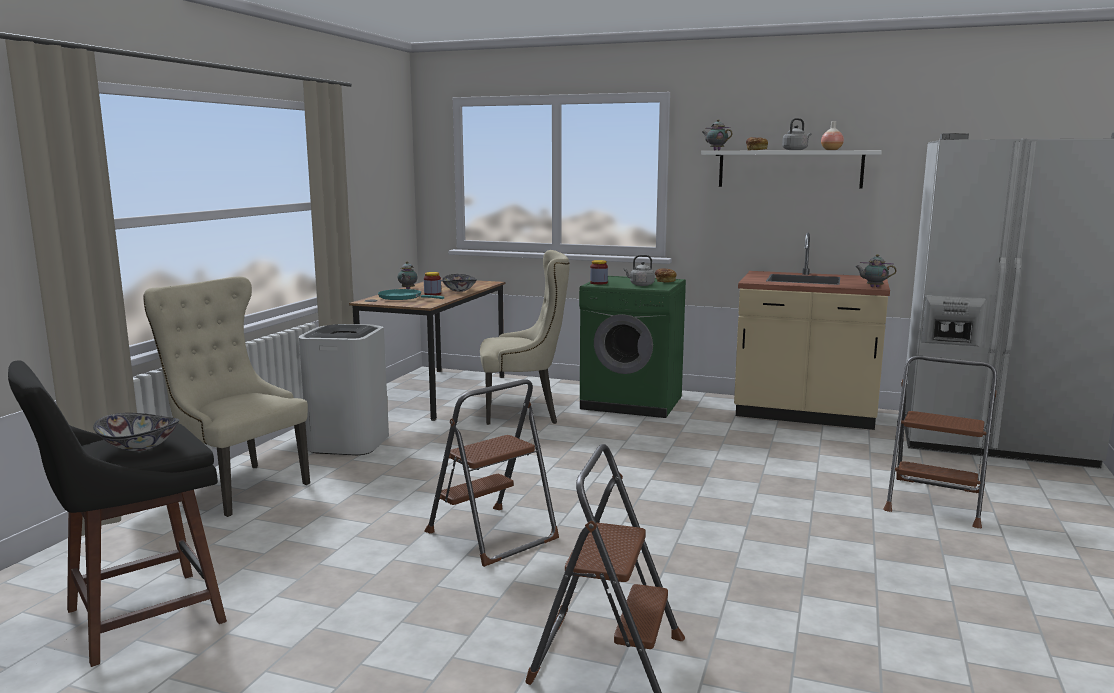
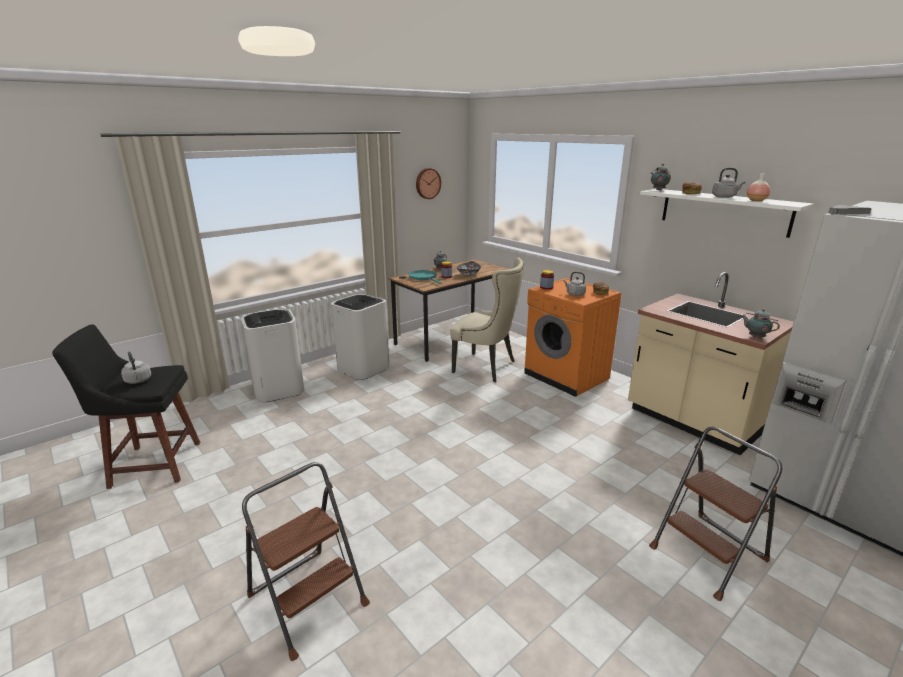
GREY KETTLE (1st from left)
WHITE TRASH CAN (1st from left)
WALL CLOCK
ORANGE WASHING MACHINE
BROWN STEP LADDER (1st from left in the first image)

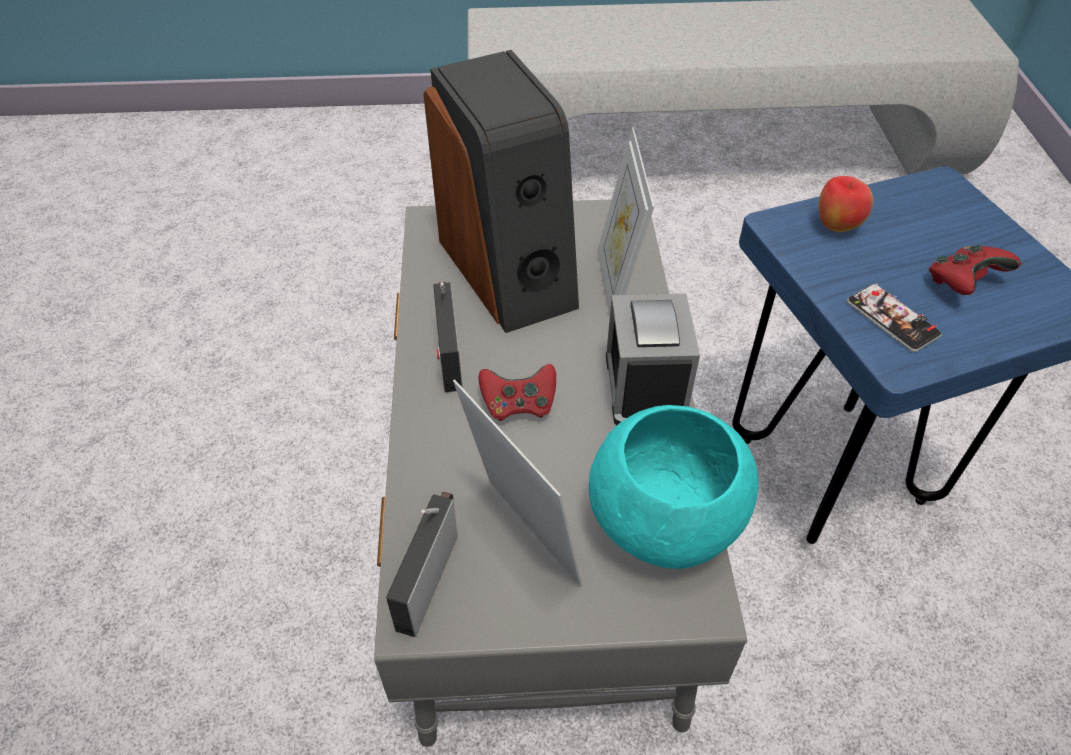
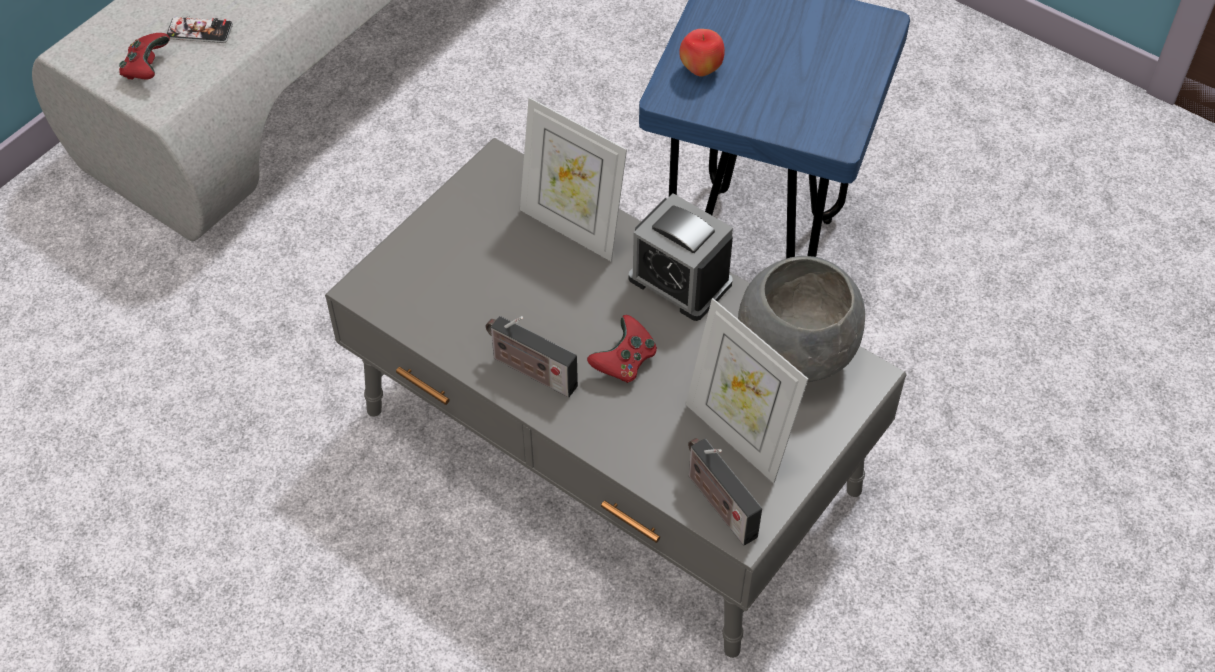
RED GAME CONTROLLER (1st from left)
PHONE
PICTURE FRAME (2nd from left)
GREY BOWL
SPEAKER

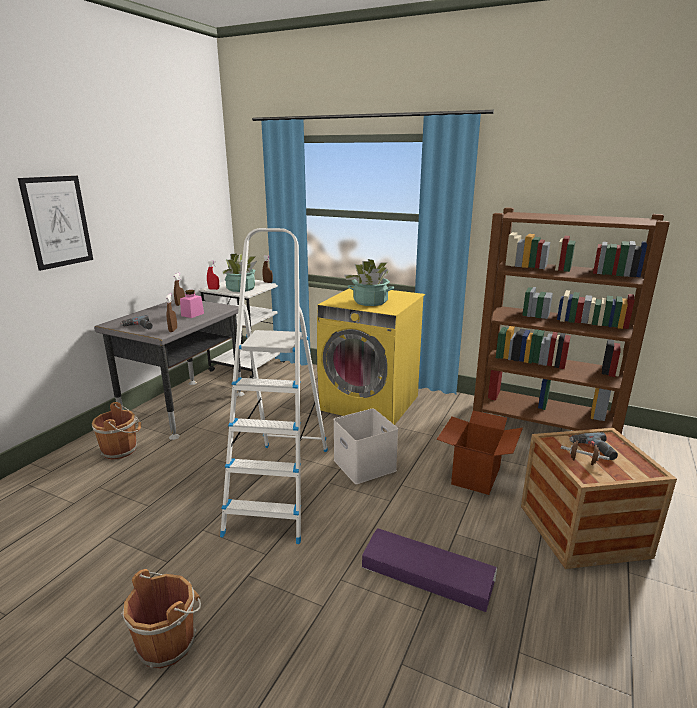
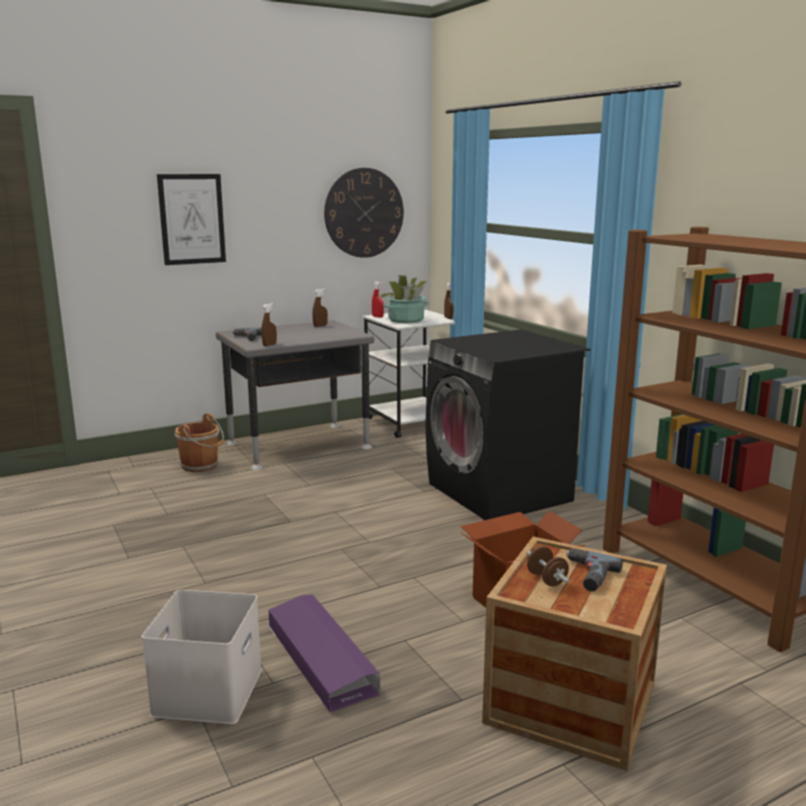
WHITE STORAGE BOX
WALL CLOCK
BLACK WASHING MACHINE
BROWN BUCKET (2nd from left in the first image)
PINK JAR
WHITE STEP LADDER
POTTED PLANT (2nd from left in the first image)

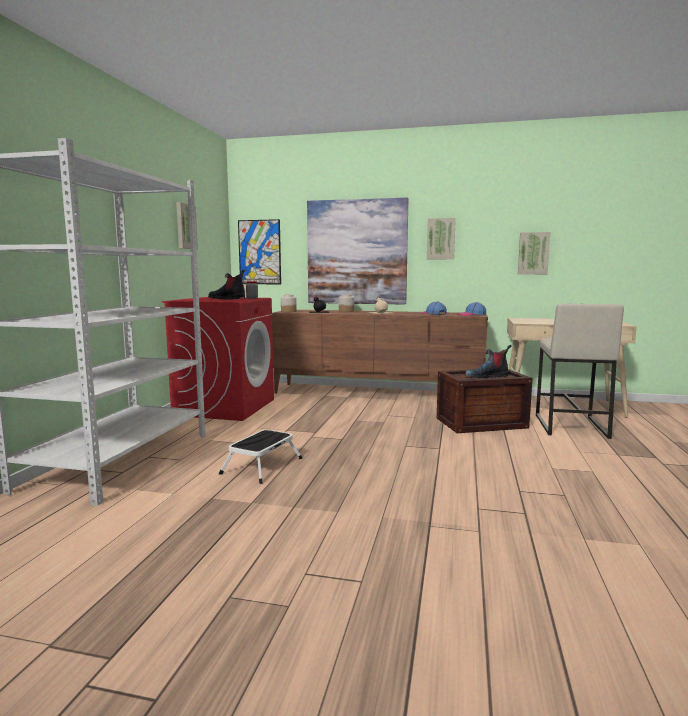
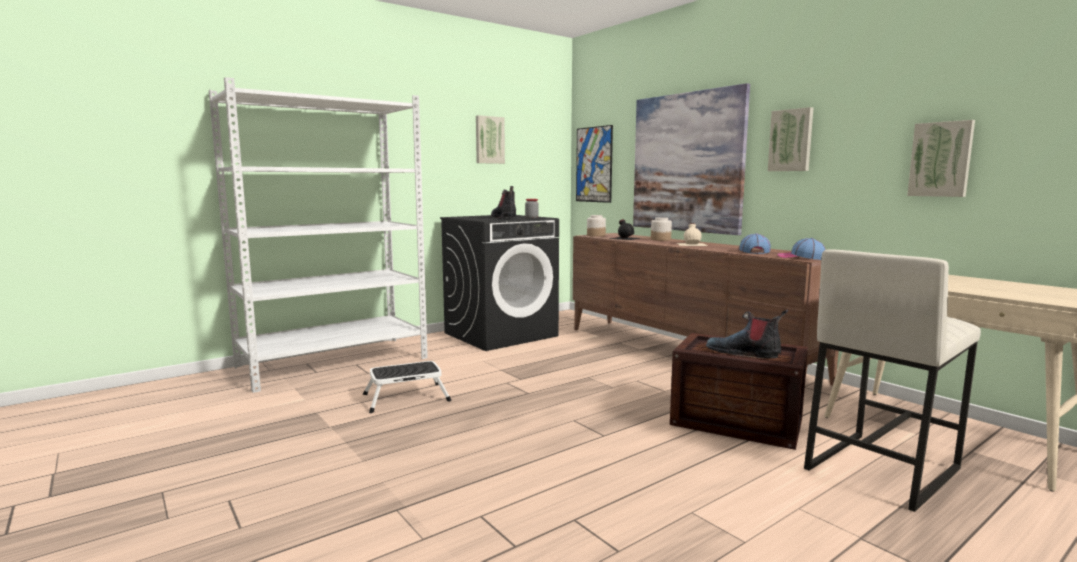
BLACK WASHING MACHINE

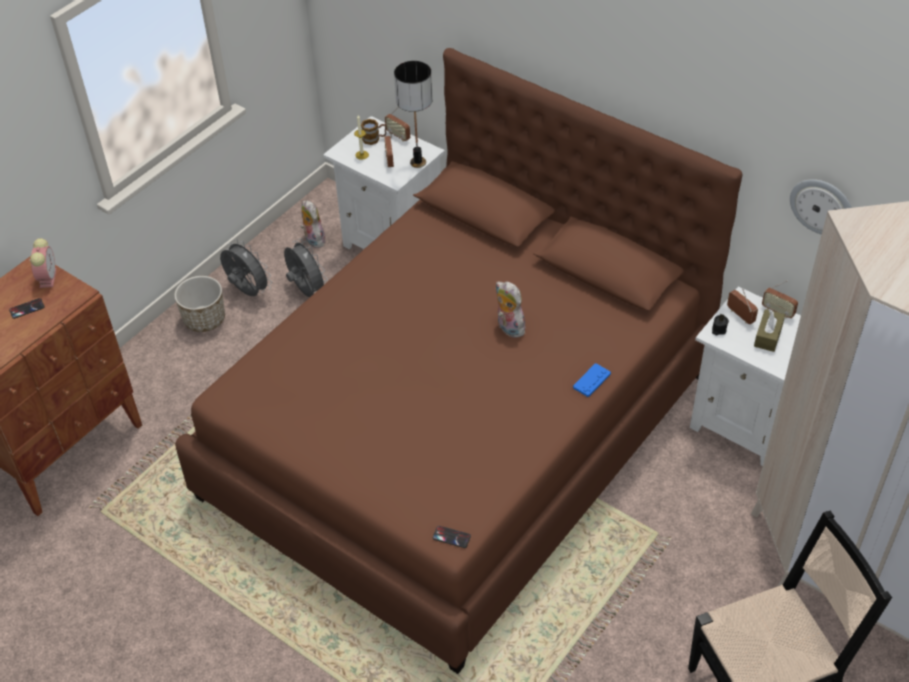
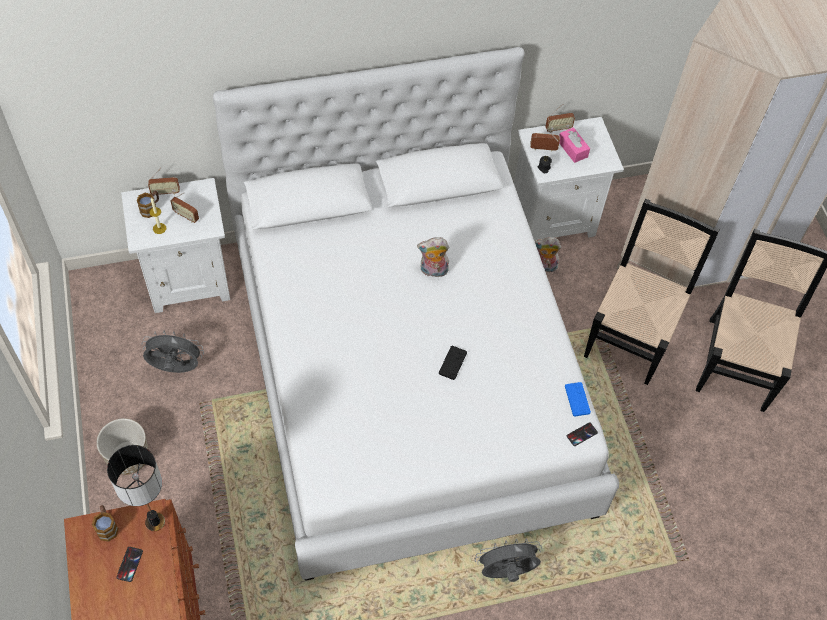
MUG (1st from left)
TABLE LAMP
WHITE BED
BLACK GAME CONTROLLER
GREY FAN (2nd from left)
PLUSH TOY (2nd from left)
PINK TISSUE BOX
BLUE GAME CONTROLLER
CHAIR (1st from left)
WALL CLOCK

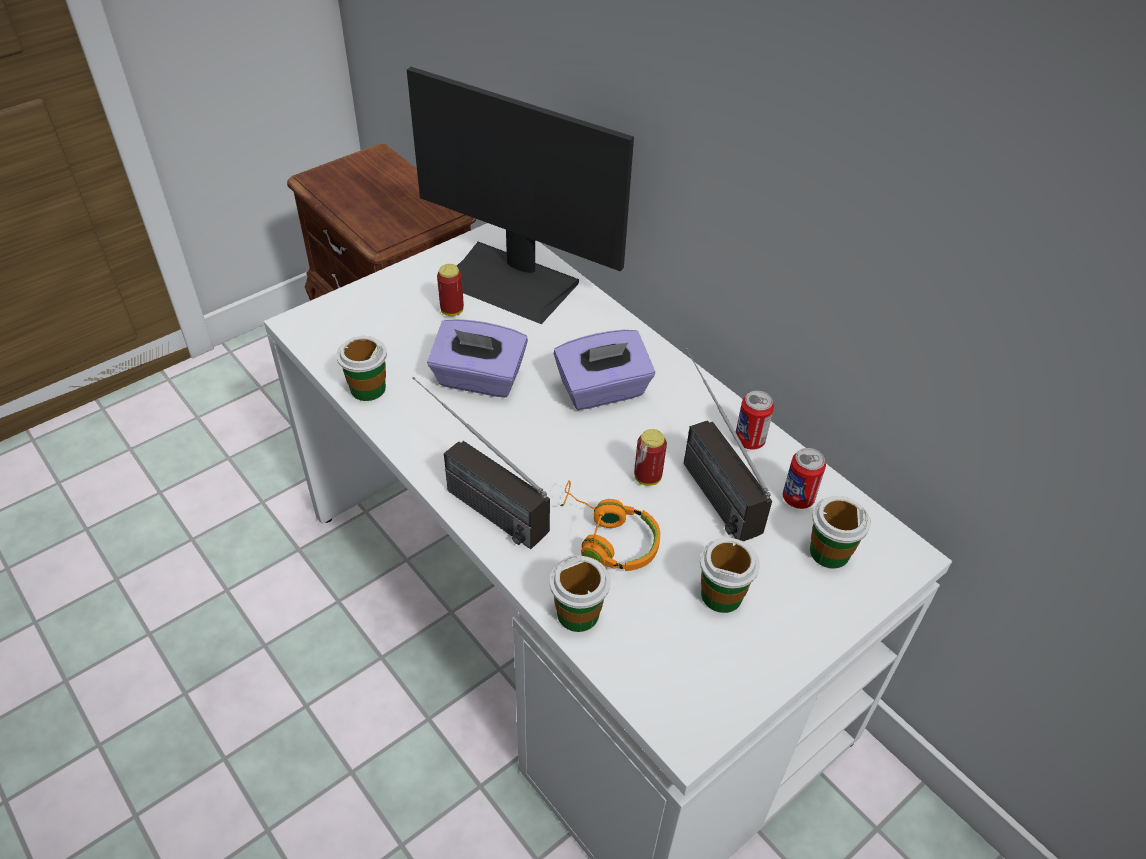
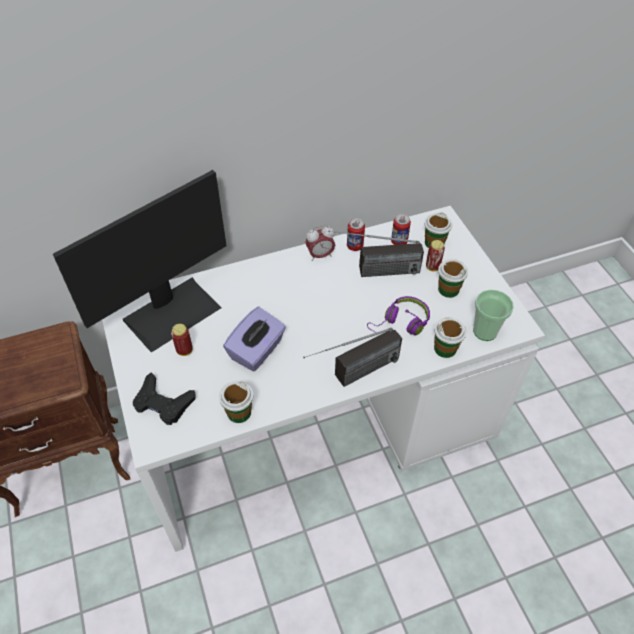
BLACK GAME CONTROLLER
ALARM CLOCK
PURPLE HEADPHONES
CAN (4th from left)
CUP (5th from left)
PURPLE TISSUE BOX (2nd from left in the first image)

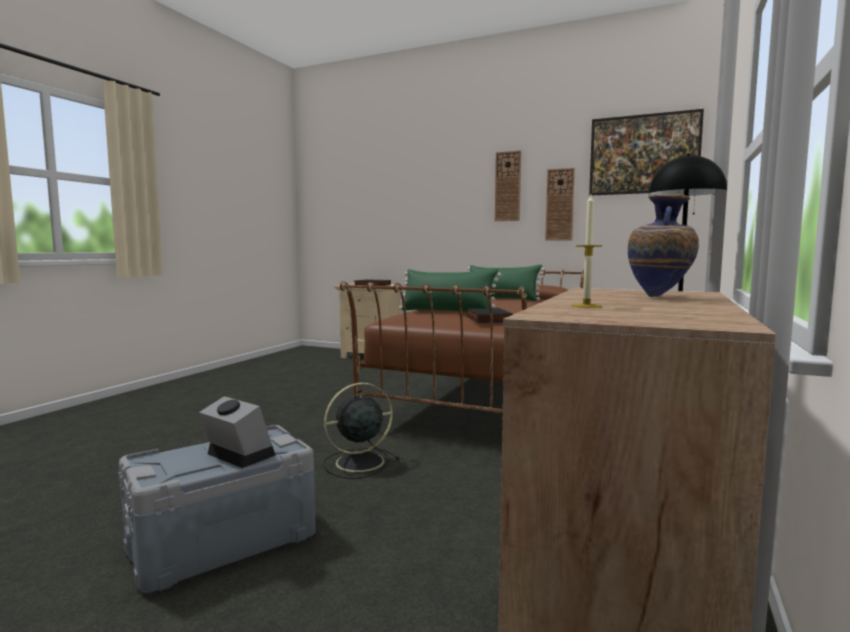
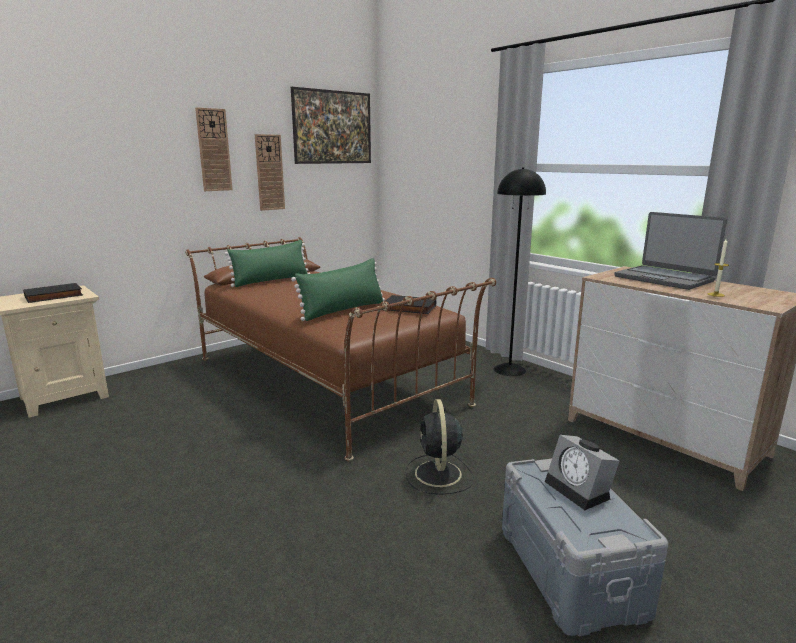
ALARM CLOCK
LAPTOP

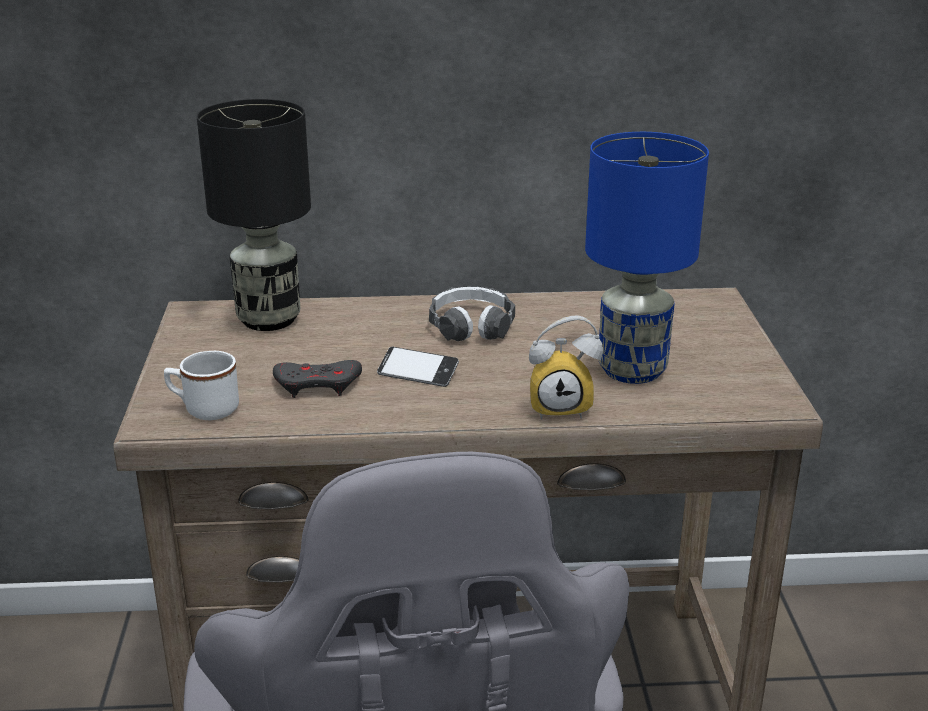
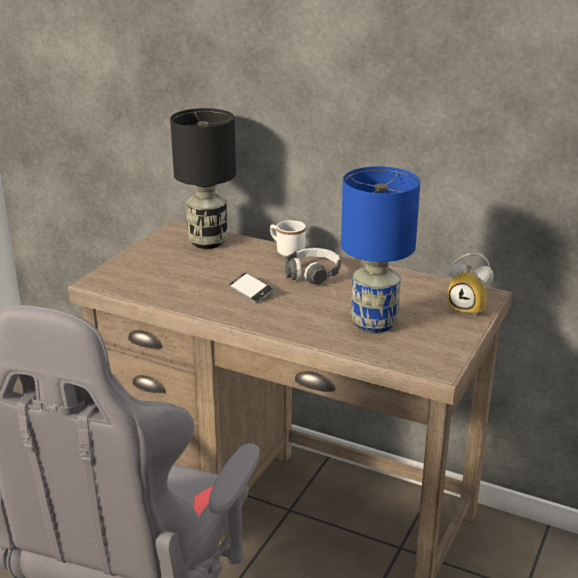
WHITE MUG
ALARM CLOCK
GREY GAME CONTROLLER

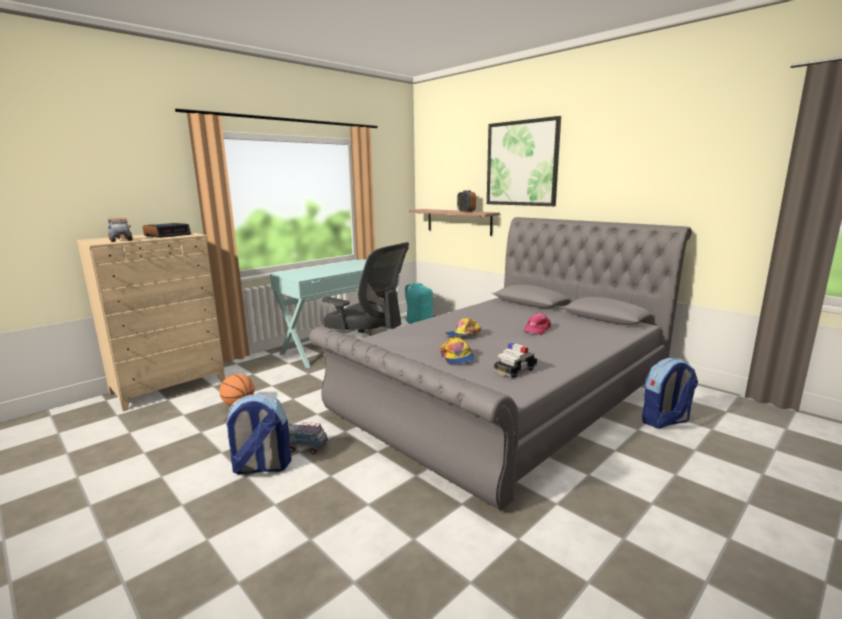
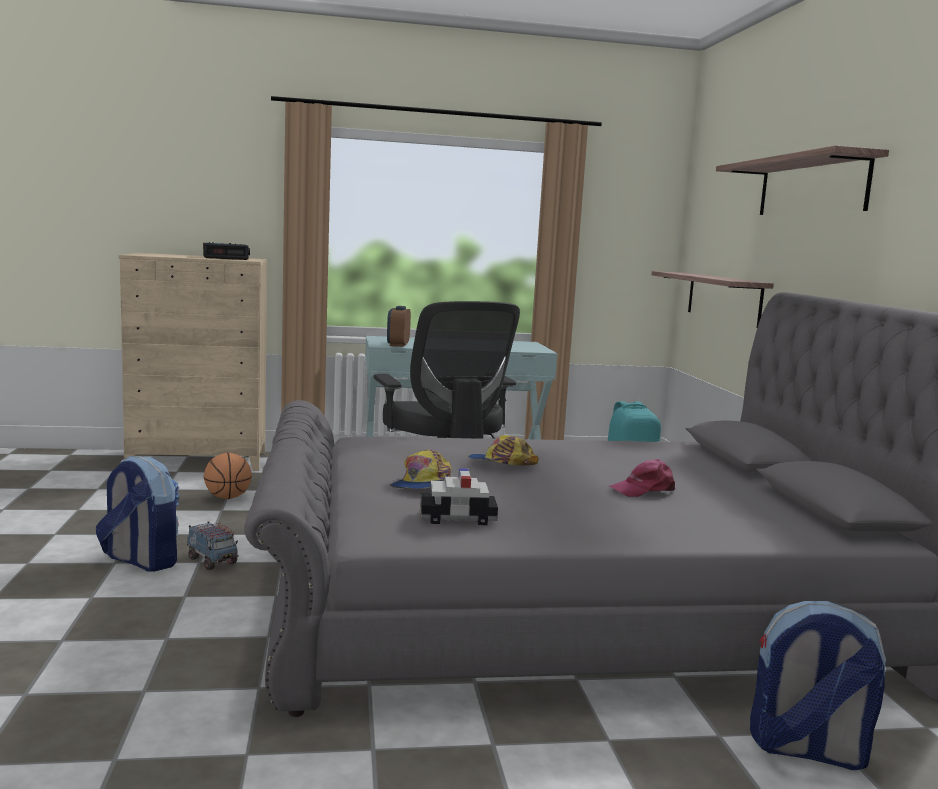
ALARM CLOCK (2nd from left)
SHELF (2nd from left)
TOY TRUCK (1st from left in the first image)

